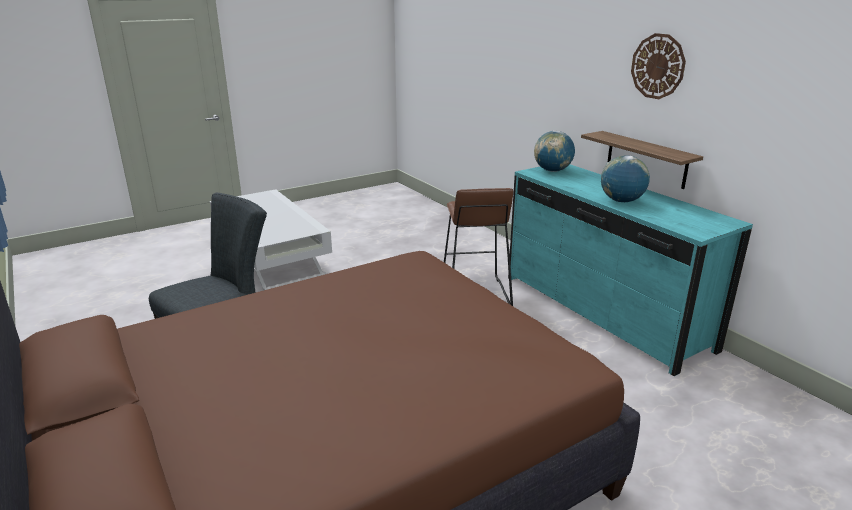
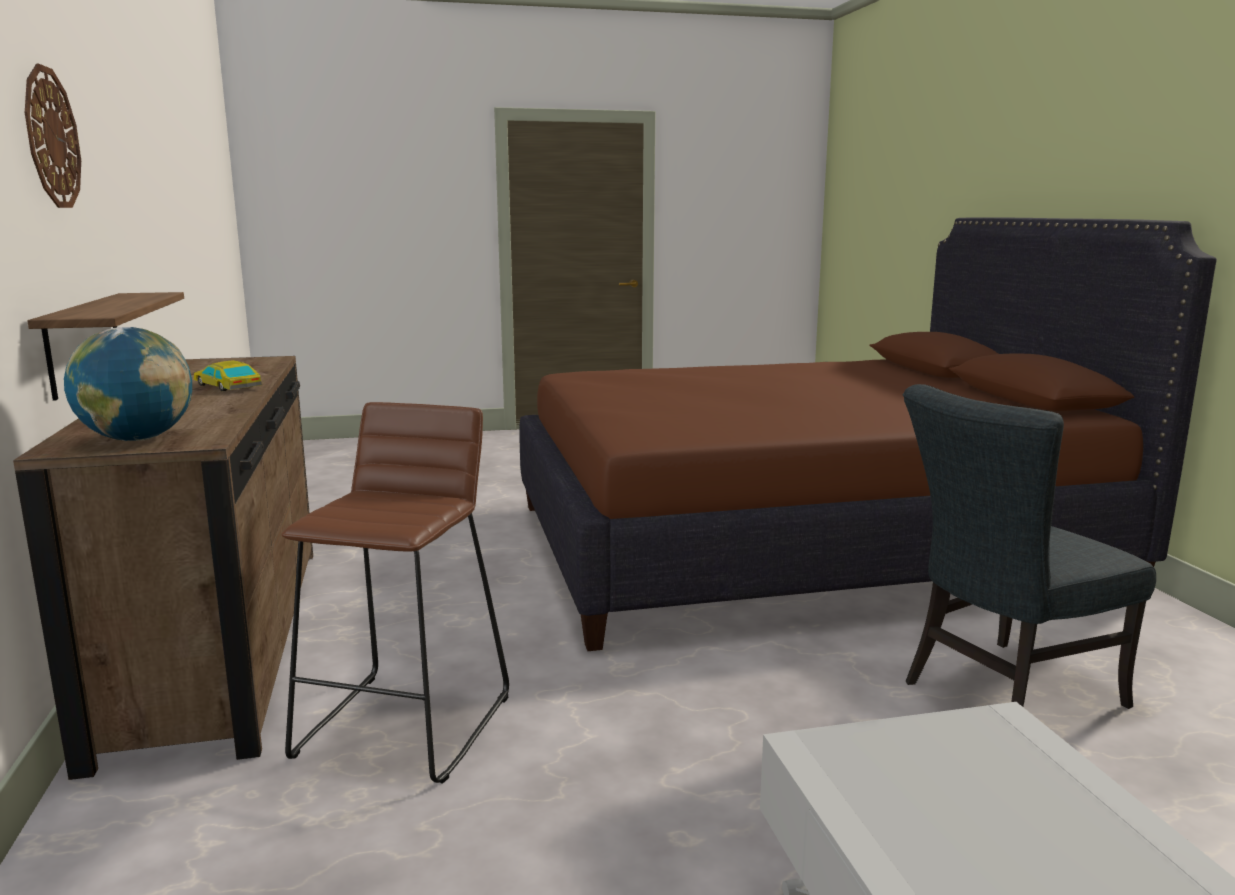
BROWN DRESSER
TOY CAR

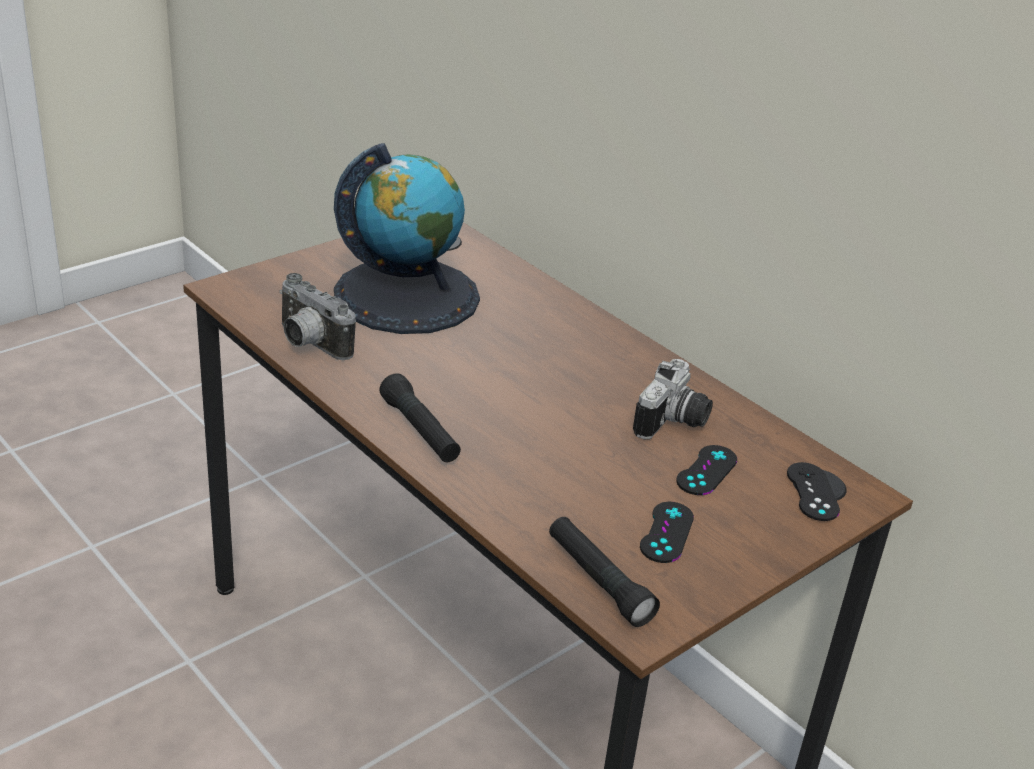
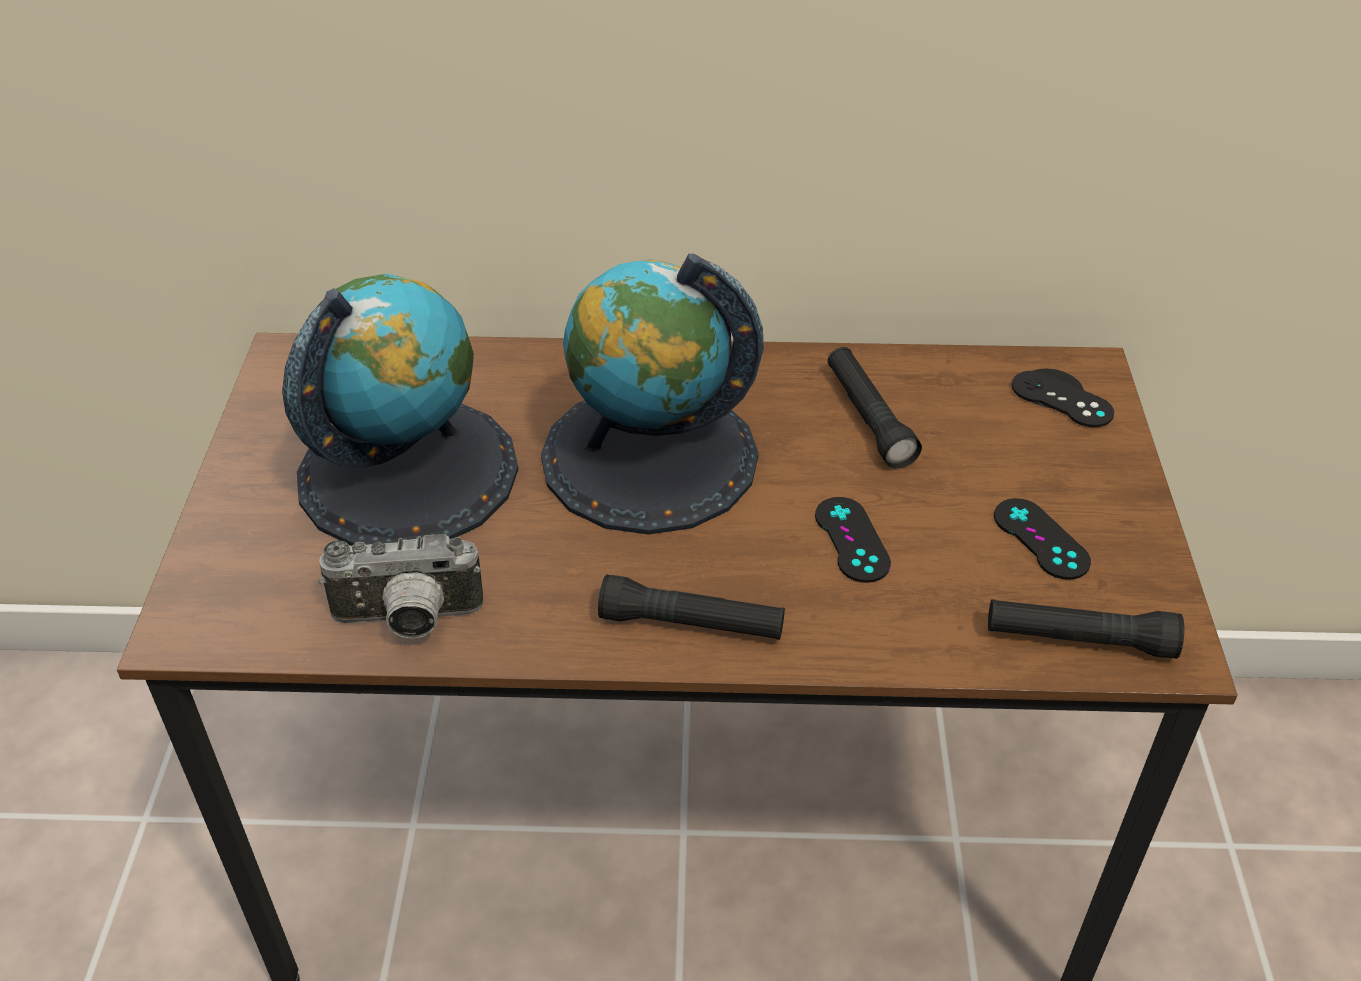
GLOBE (2nd from left)
BLACK GAME CONTROLLER (1st from left)
BLACK FLASHLIGHT (2nd from left)

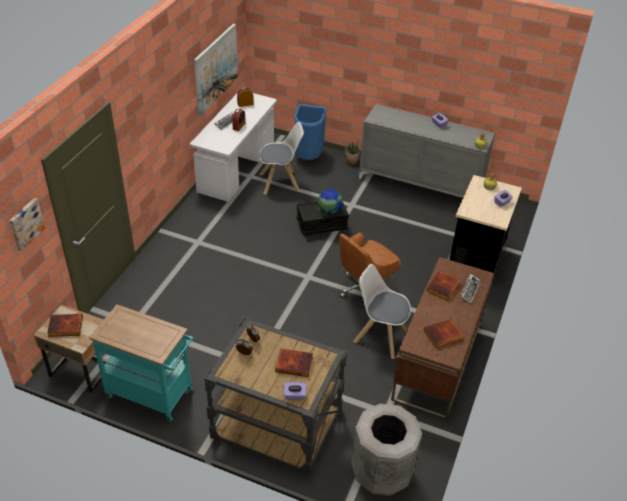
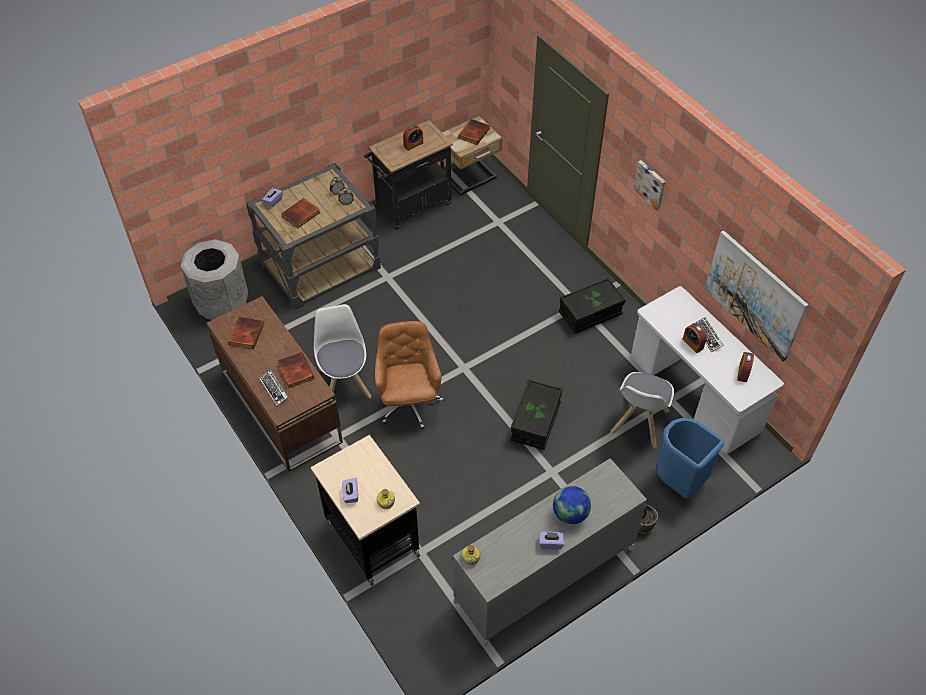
CHAIR (1st from left)
BLACK CART (2nd from left)
ALARM CLOCK (3rd from left)
GLOBE
BLACK STORAGE BOX (2nd from left)
PICTURE (1st from left)

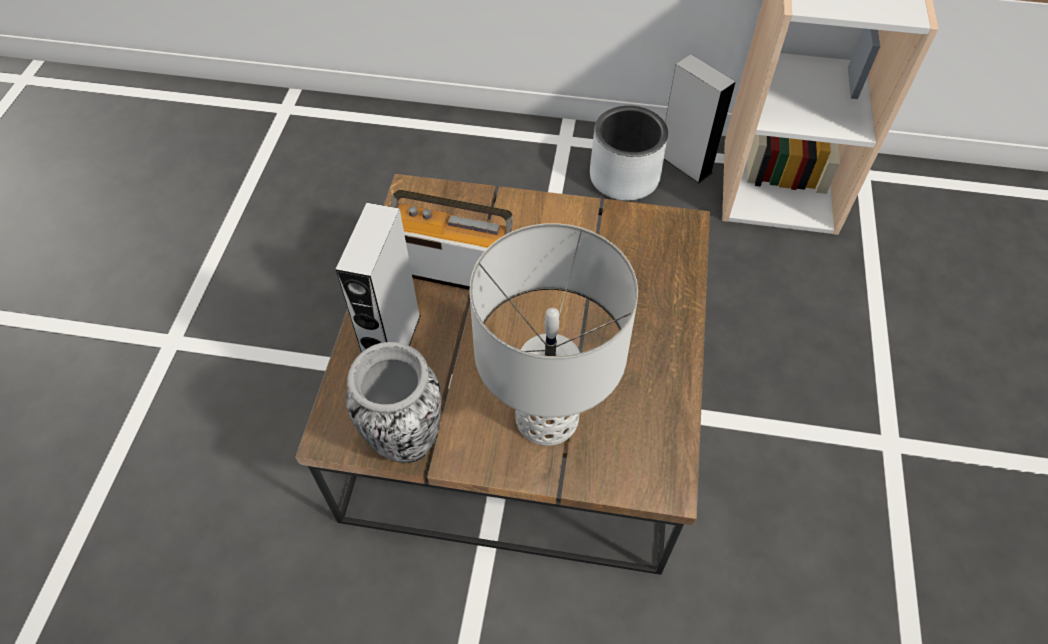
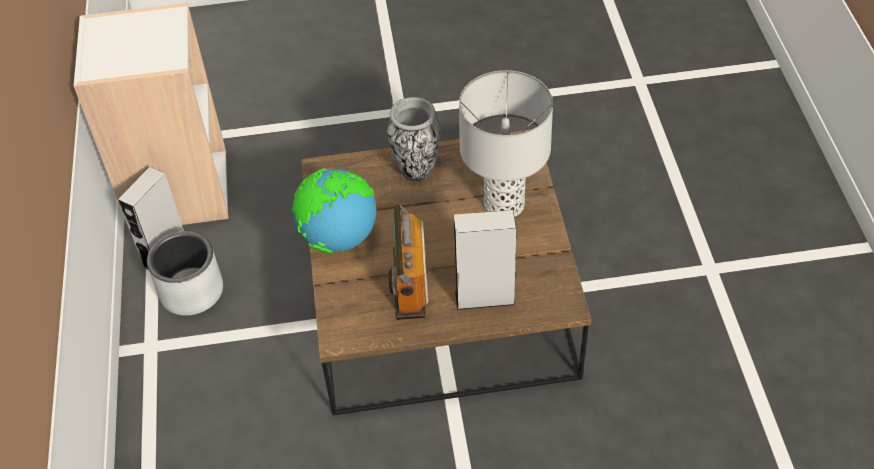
GLOBE
VASE

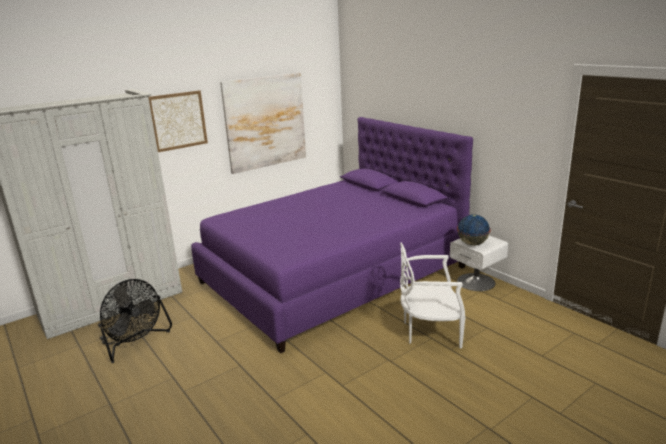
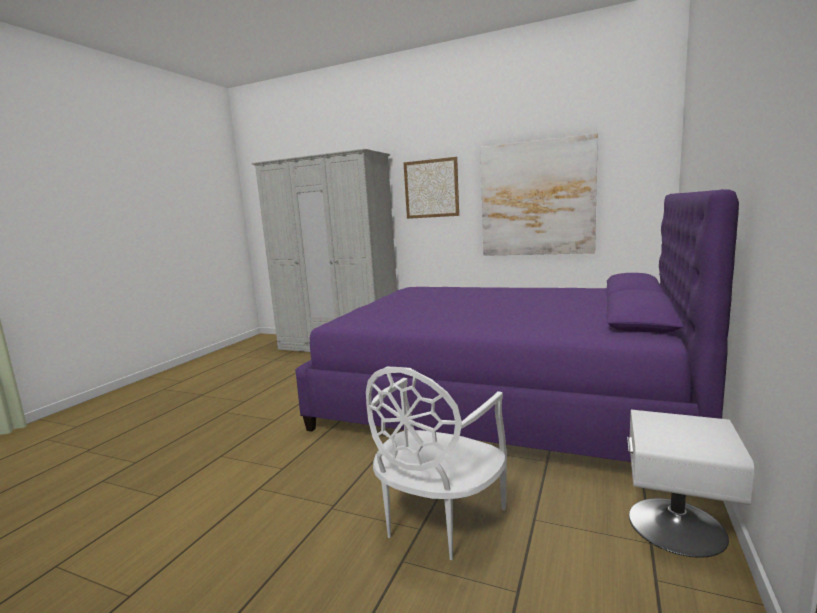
WHITE CHAIR
BLACK FAN
GLOBE

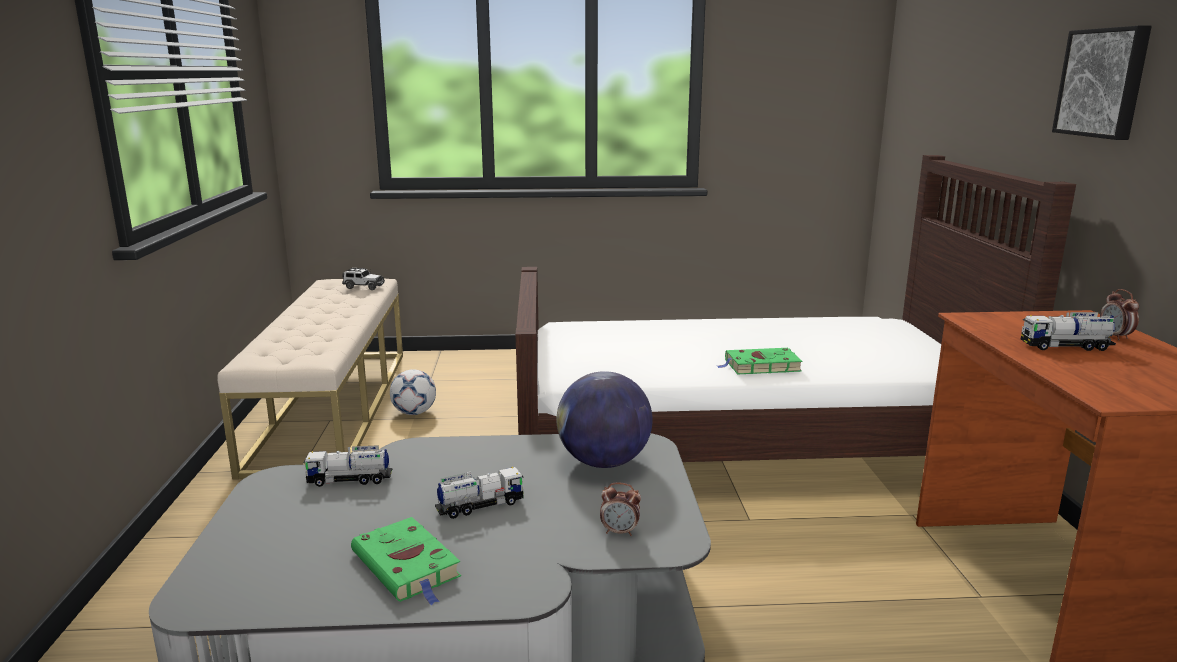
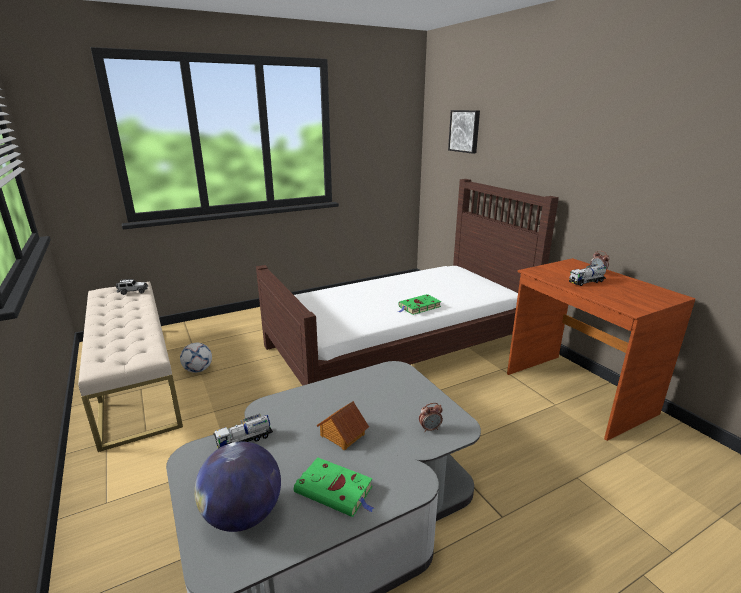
GLOBE
TOY HOUSE
PICTURE

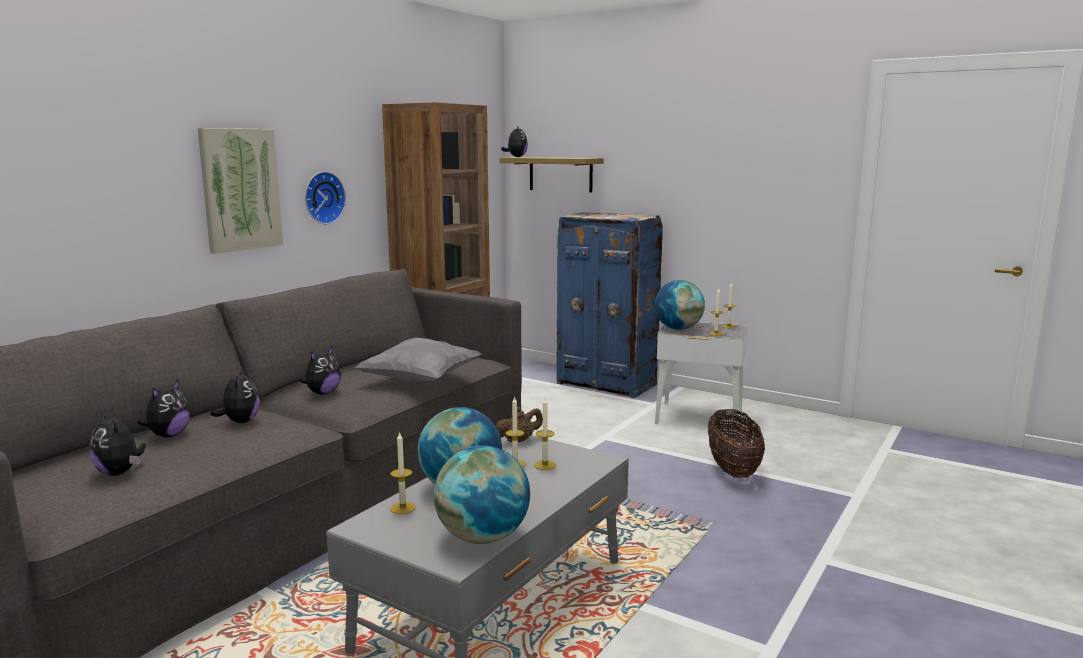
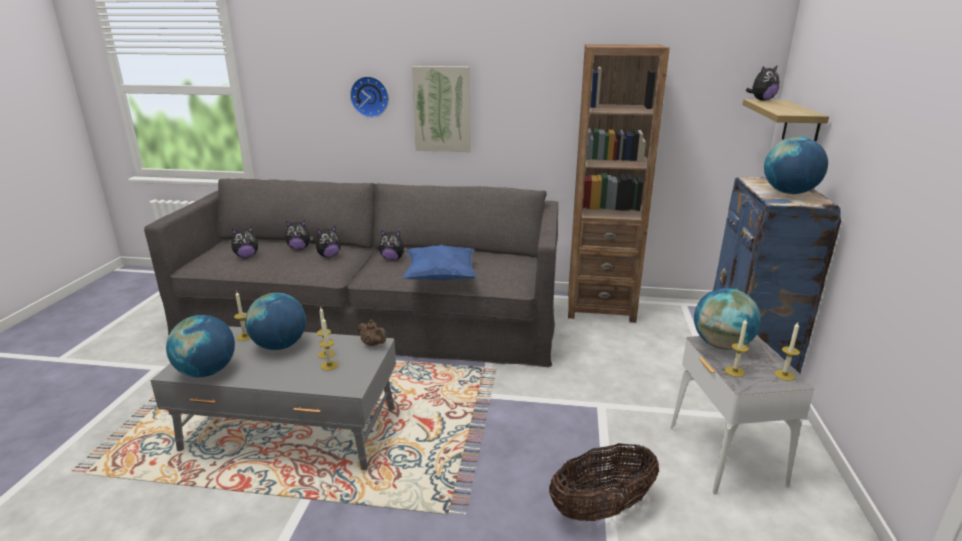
PLUSH TOY (1st from left)
WALL CLOCK
BLUE PILLOW
GLOBE (4th from left)

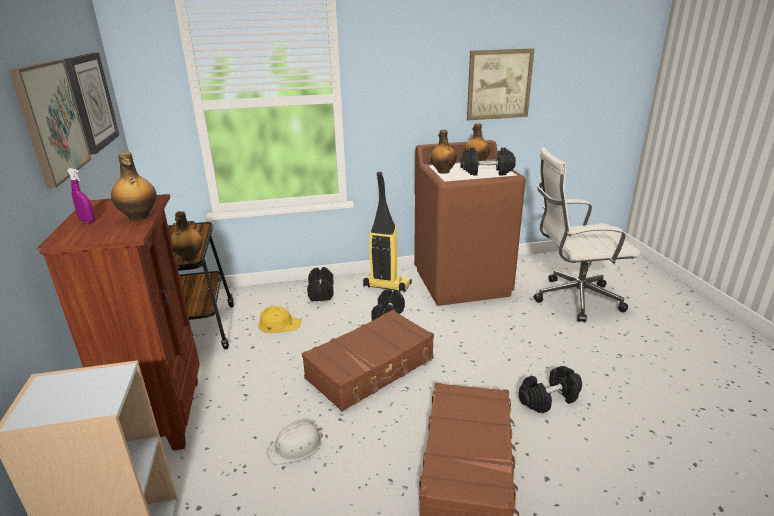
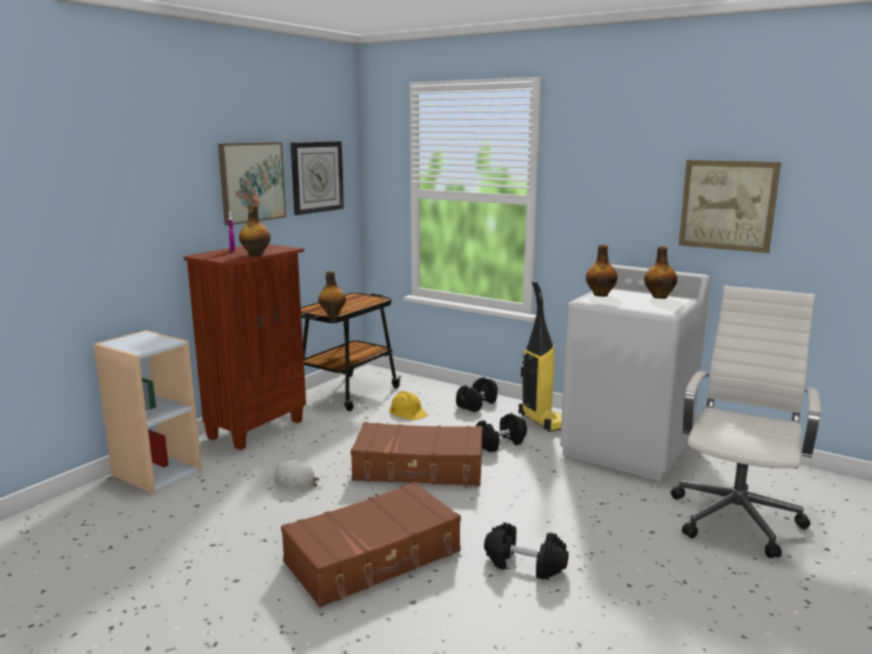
WHITE WASHING MACHINE
WHITE OFFICE CHAIR
BLACK DUMBBELL (3rd from left in the first image)

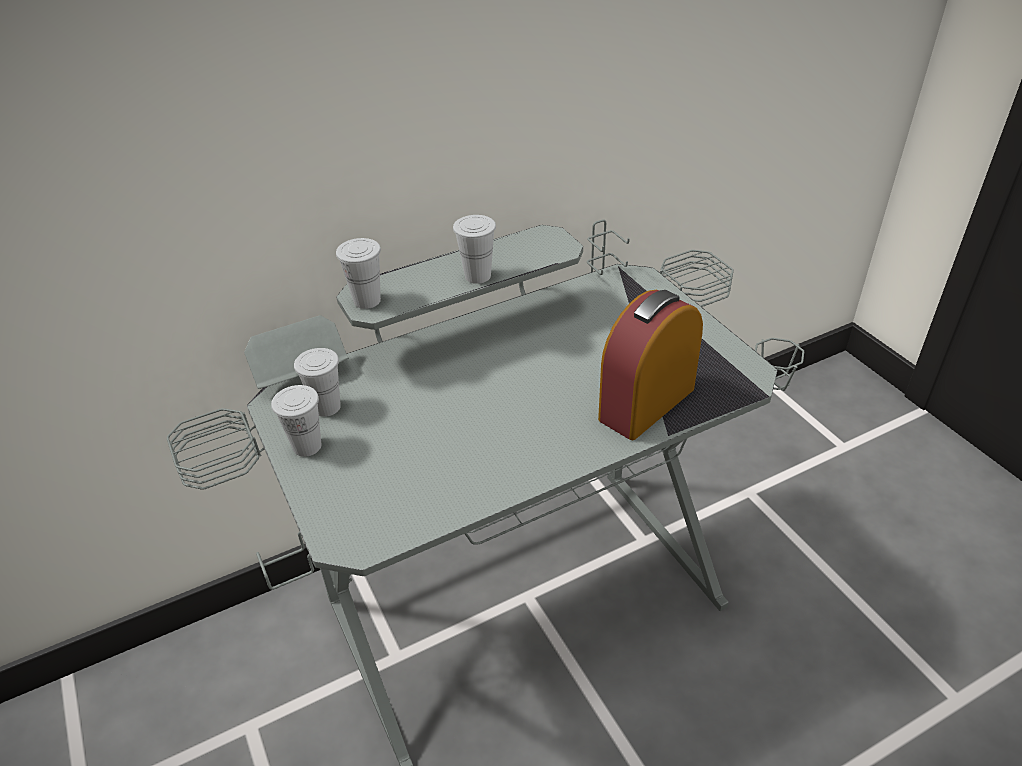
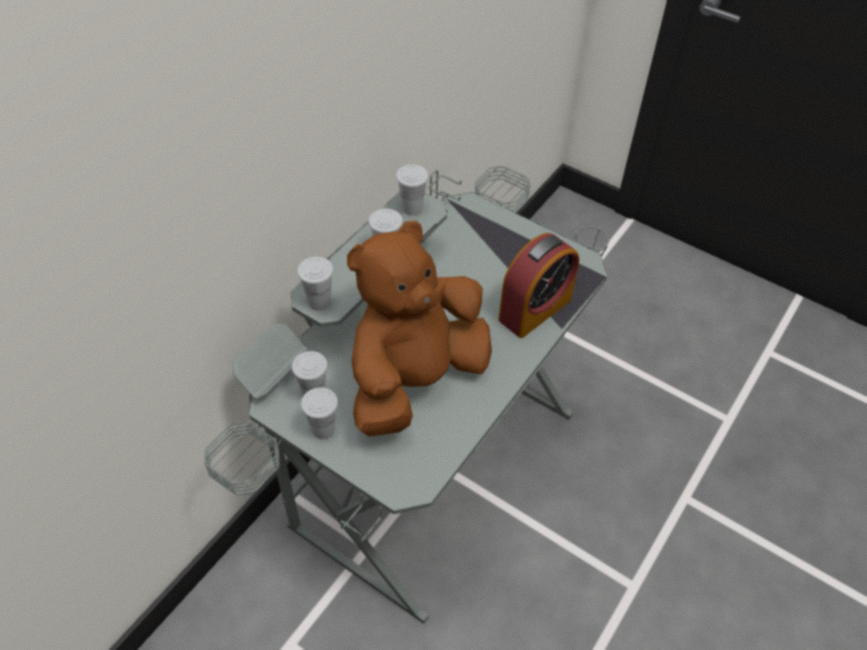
BROWN PLUSH TOY
WHITE CUP (5th from left)
ALARM CLOCK

